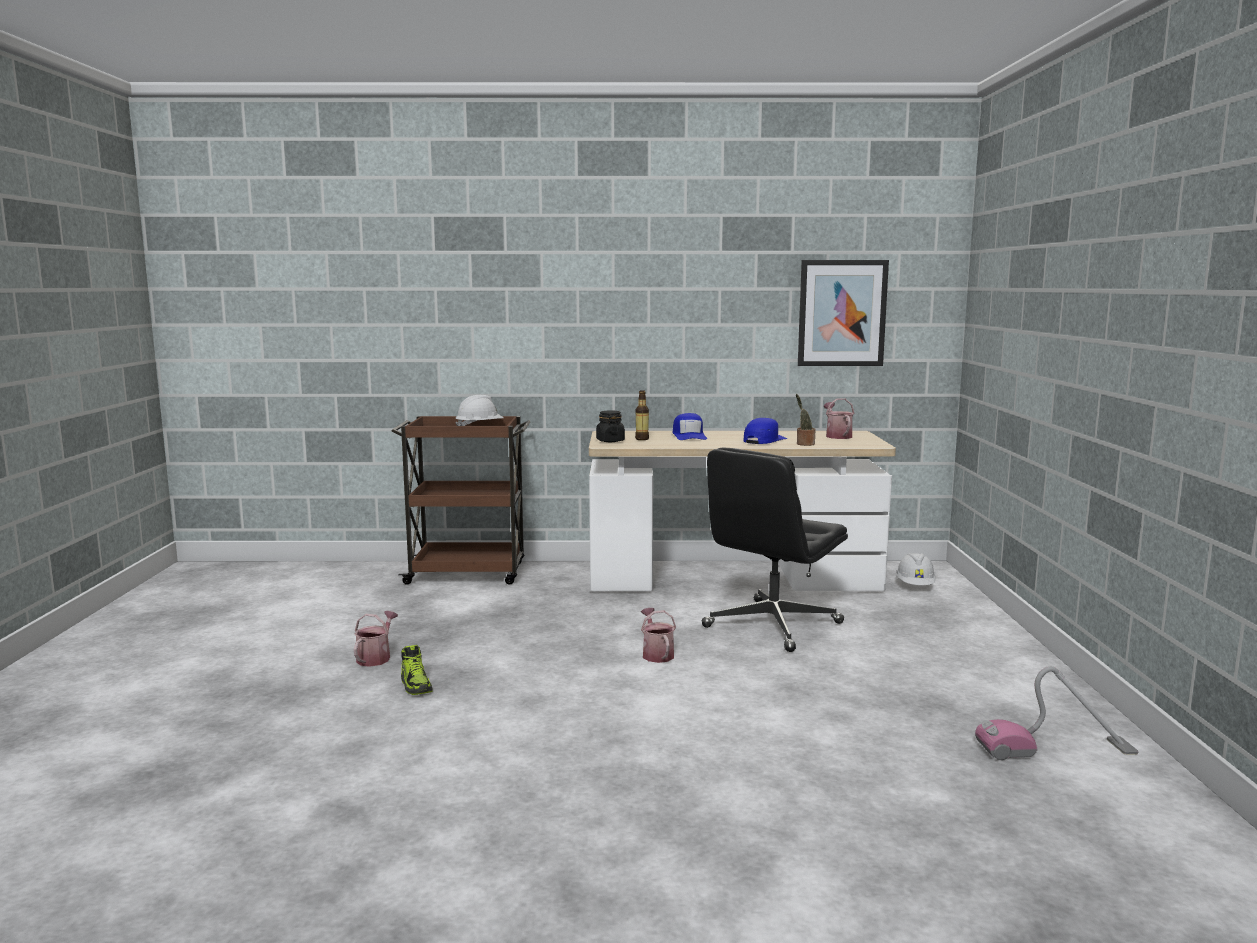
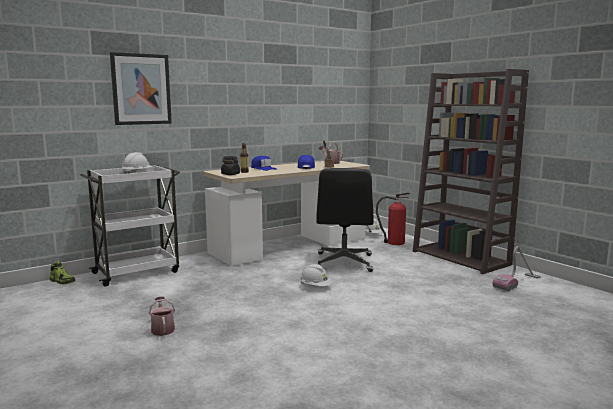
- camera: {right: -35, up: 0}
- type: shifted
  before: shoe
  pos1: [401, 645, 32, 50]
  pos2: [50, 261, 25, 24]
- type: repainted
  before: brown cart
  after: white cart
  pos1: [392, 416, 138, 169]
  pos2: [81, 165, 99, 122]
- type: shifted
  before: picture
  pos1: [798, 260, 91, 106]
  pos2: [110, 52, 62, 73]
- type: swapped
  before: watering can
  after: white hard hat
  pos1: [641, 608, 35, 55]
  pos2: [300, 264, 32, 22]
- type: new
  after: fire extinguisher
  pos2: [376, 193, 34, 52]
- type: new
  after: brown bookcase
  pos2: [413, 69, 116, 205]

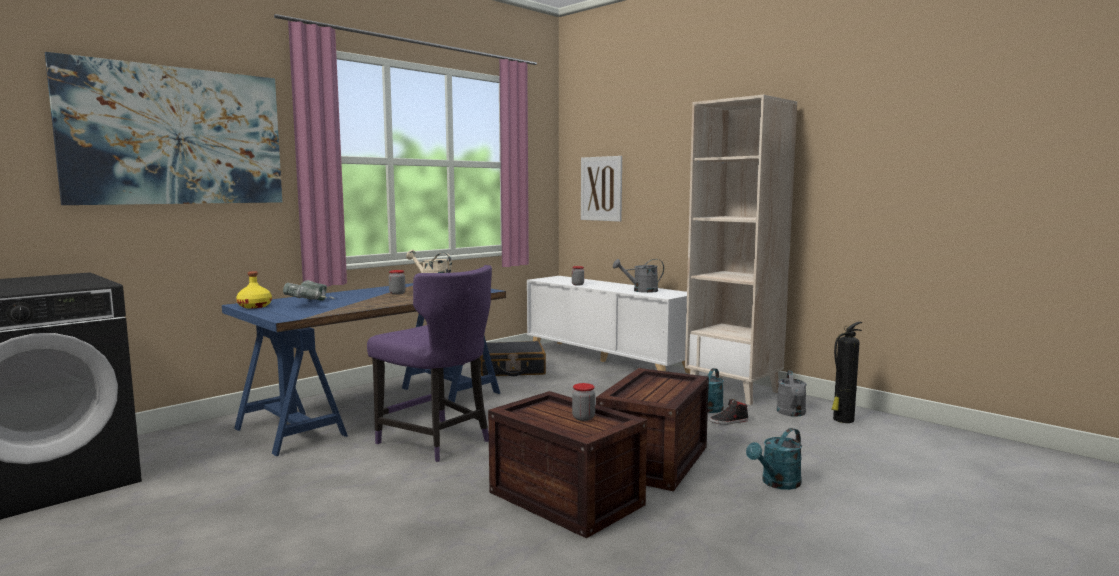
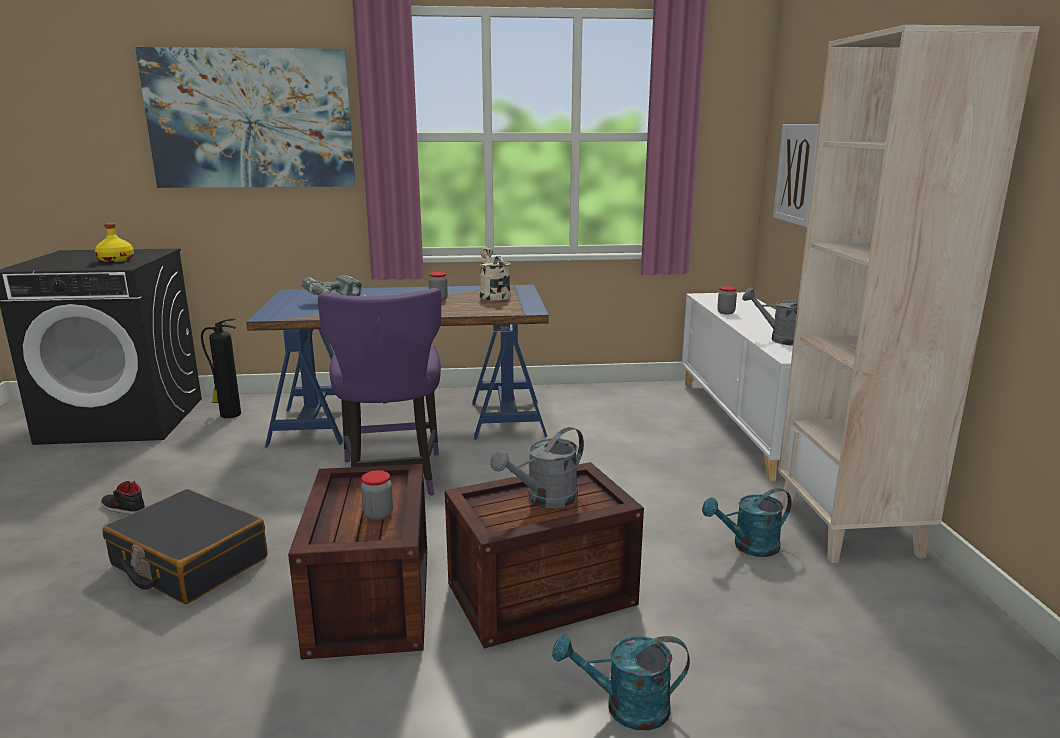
- camera: {right: 40, up: 10}
- type: shifted
  before: yellow bottle
  pos1: [236, 272, 36, 36]
  pos2: [95, 223, 39, 39]
- type: shifted
  before: black shoe
  pos1: [710, 399, 38, 26]
  pos2: [101, 481, 44, 34]
- type: shifted
  before: black suitcase
  pos1: [480, 341, 66, 35]
  pos2: [102, 489, 166, 115]
- type: shifted
  before: fire extinguisher
  pos1: [832, 322, 30, 101]
  pos2: [201, 319, 40, 99]
- type: shifted
  before: grey watering can
  pos1: [777, 371, 30, 46]
  pos2: [490, 427, 94, 81]

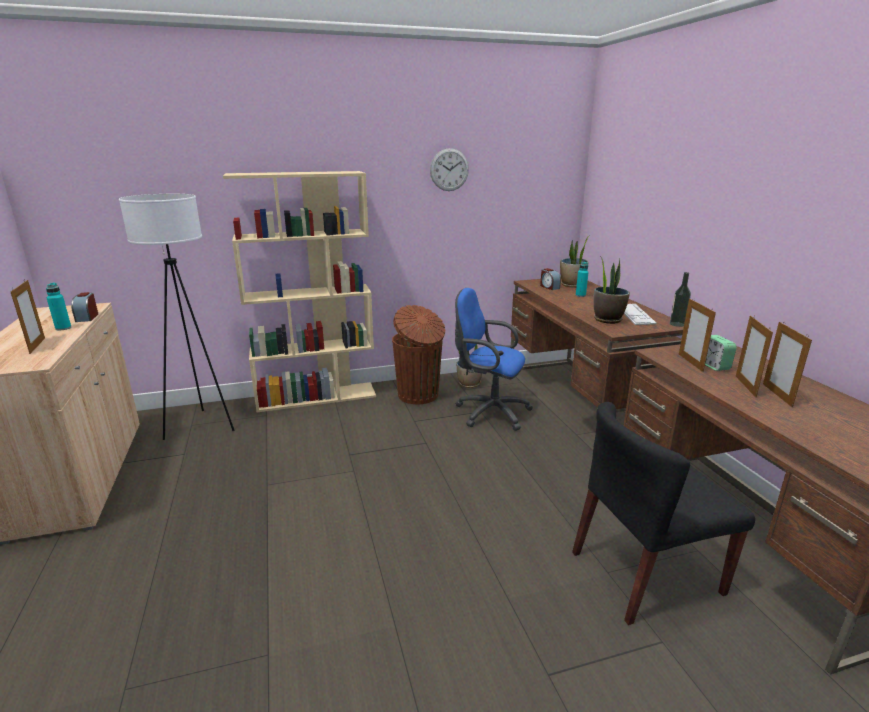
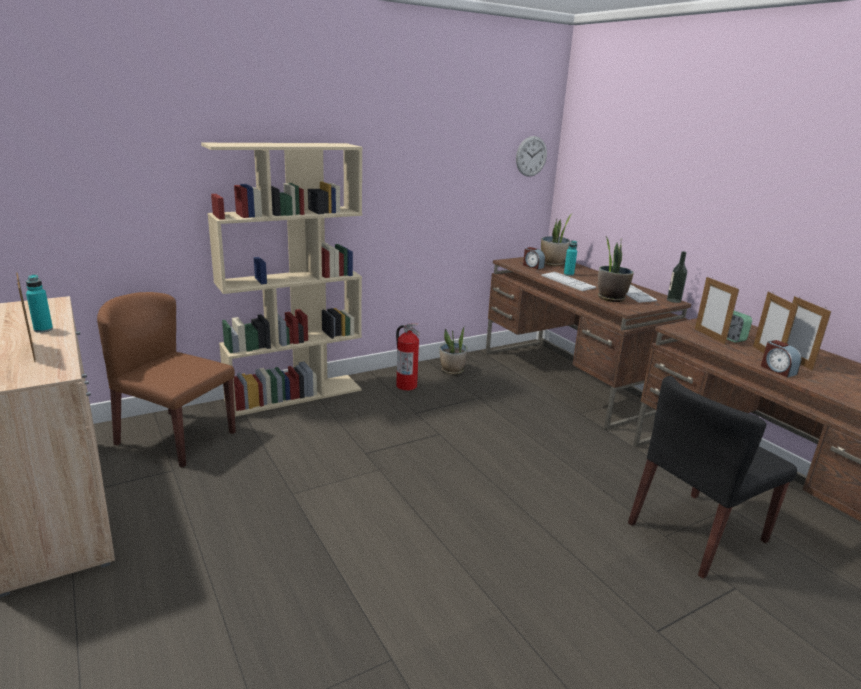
- camera: {right: -15, up: 0}
- type: swapped
  before: white floor lamp
  after: brown chair
  pos1: [119, 194, 115, 246]
  pos2: [97, 292, 139, 176]
- type: swapped
  before: brown trash can
  after: fire extinguisher
  pos1: [392, 305, 53, 99]
  pos2: [396, 324, 24, 66]
- type: shifted
  before: wall clock
  pos1: [430, 148, 39, 43]
  pos2: [516, 136, 31, 41]
- type: new
  after: keyboard
  pos2: [541, 272, 55, 19]
- type: shifted
  before: alarm clock
  pos1: [71, 292, 27, 30]
  pos2: [761, 340, 40, 38]
- type: gone
  before: blue office chair
  pos1: [455, 288, 78, 143]

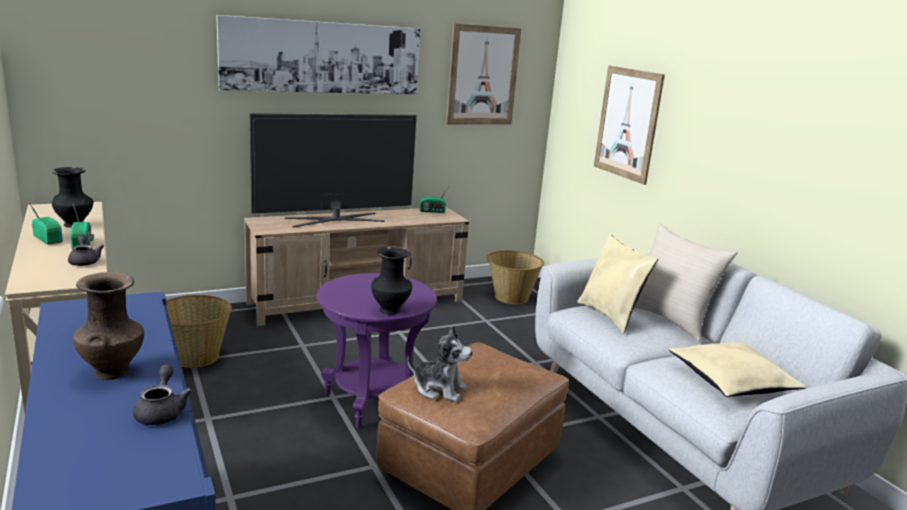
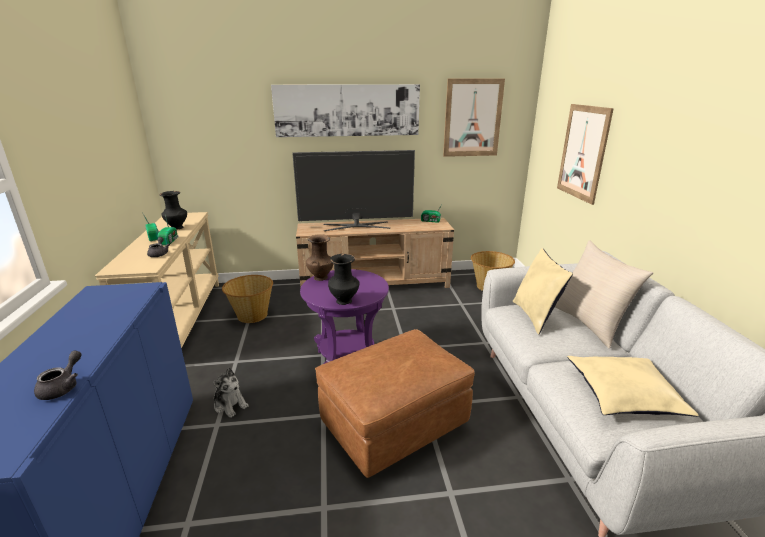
- camera: {right: 20, up: 5}
- type: shifted
  before: plush toy
  pos1: [408, 326, 64, 76]
  pos2: [213, 367, 36, 51]
- type: shifted
  before: brown vase
  pos1: [73, 272, 71, 108]
  pos2: [306, 234, 27, 47]

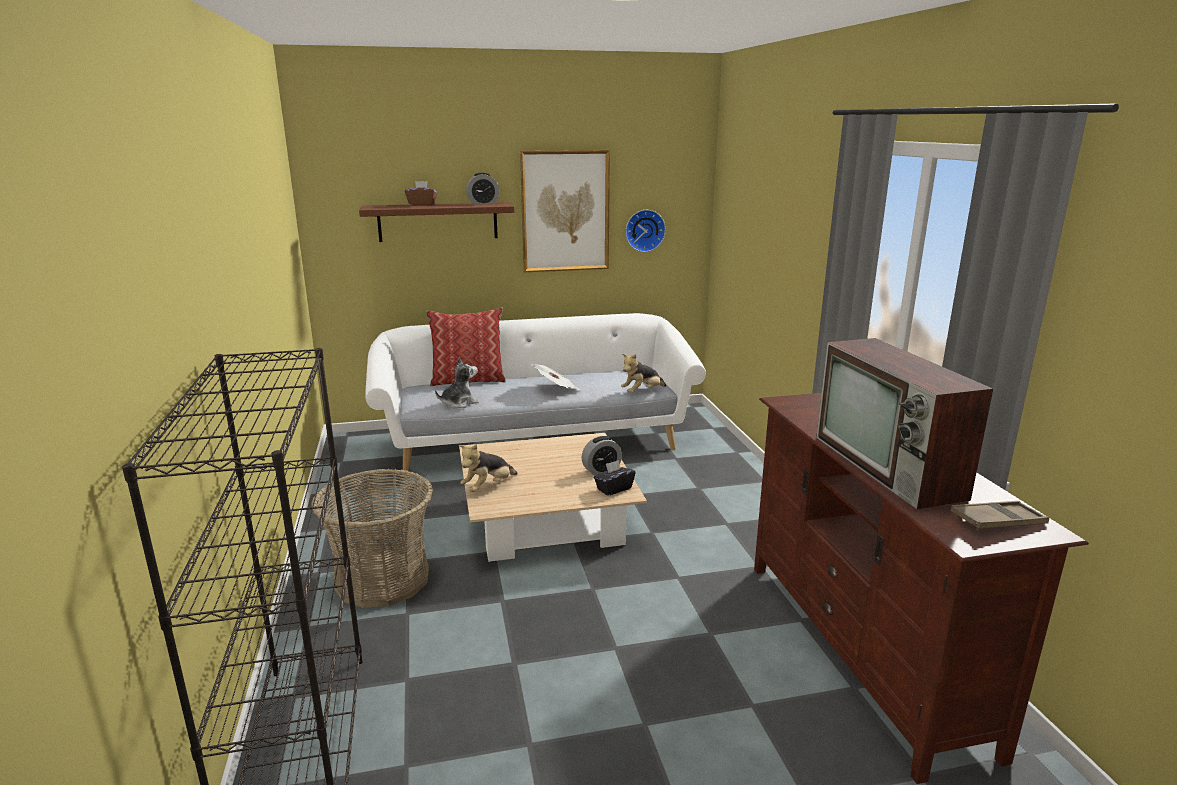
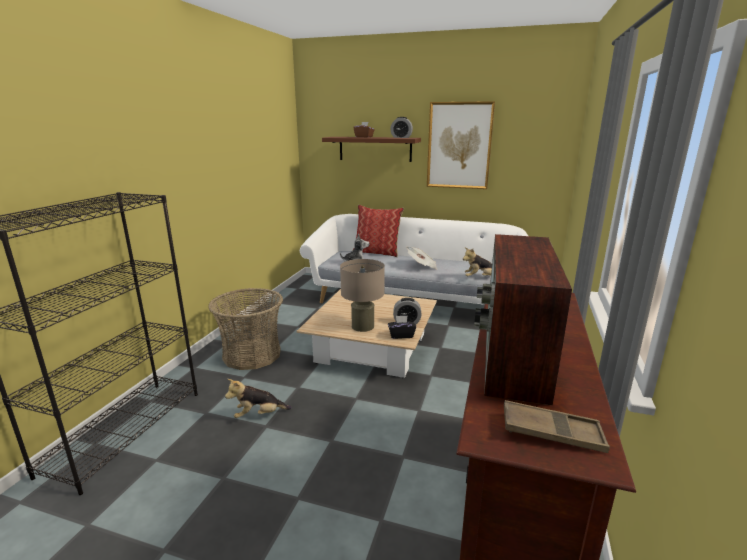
- camera: {right: 30, up: 0}
- type: shifted
  before: plush toy
  pos1: [459, 444, 59, 48]
  pos2: [225, 379, 67, 39]
- type: new
  after: beige table lamp
  pos2: [340, 259, 45, 73]
- type: gone
  before: wall clock
  pos1: [625, 210, 41, 42]

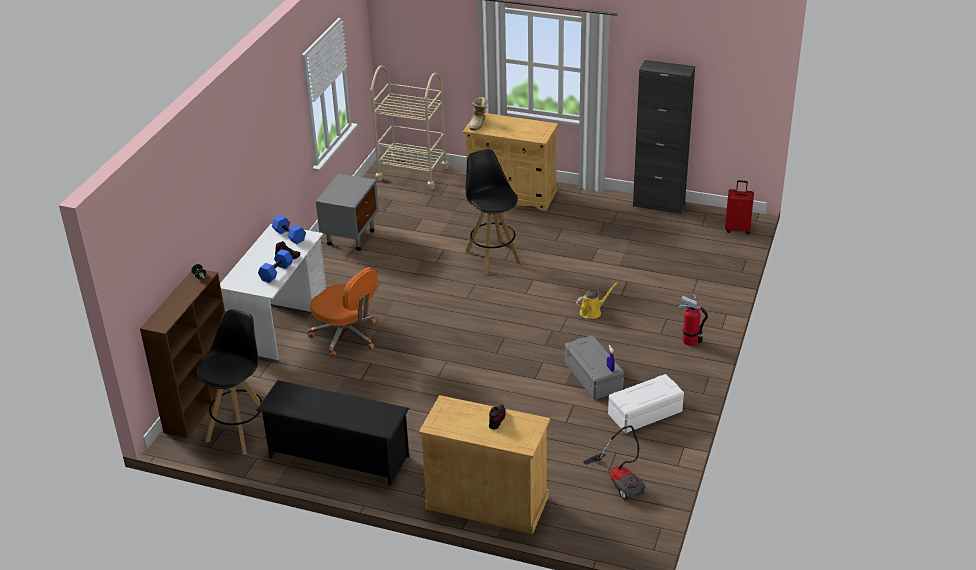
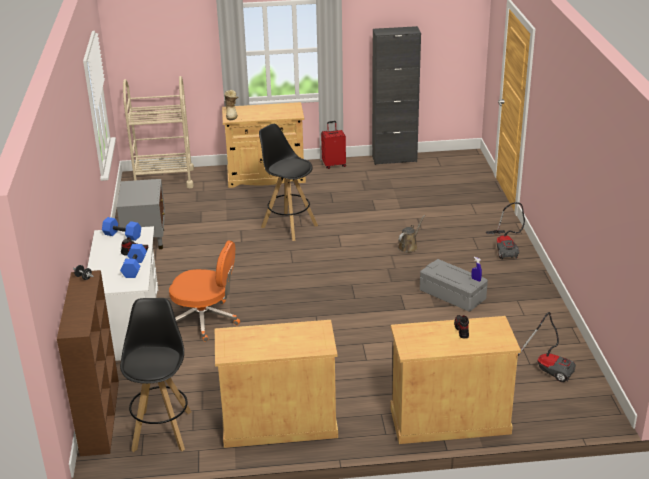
- camera: {right: -25, up: -5}
- type: swapped
  before: black shoe rack
  after: beige cabinet
  pos1: [256, 380, 153, 106]
  pos2: [215, 320, 123, 128]
- type: shifted
  before: red suitcase
  pos1: [725, 180, 29, 55]
  pos2: [321, 121, 25, 48]
- type: repainted
  before: yellow watering can
  after: brown watering can
  pos1: [576, 282, 42, 37]
  pos2: [398, 215, 27, 38]
- type: swapped
  before: fire extinguisher
  after: vacuum cleaner
  pos1: [678, 293, 30, 53]
  pos2: [486, 202, 39, 57]
- type: gone
  before: white storage box
  pos1: [608, 374, 76, 59]

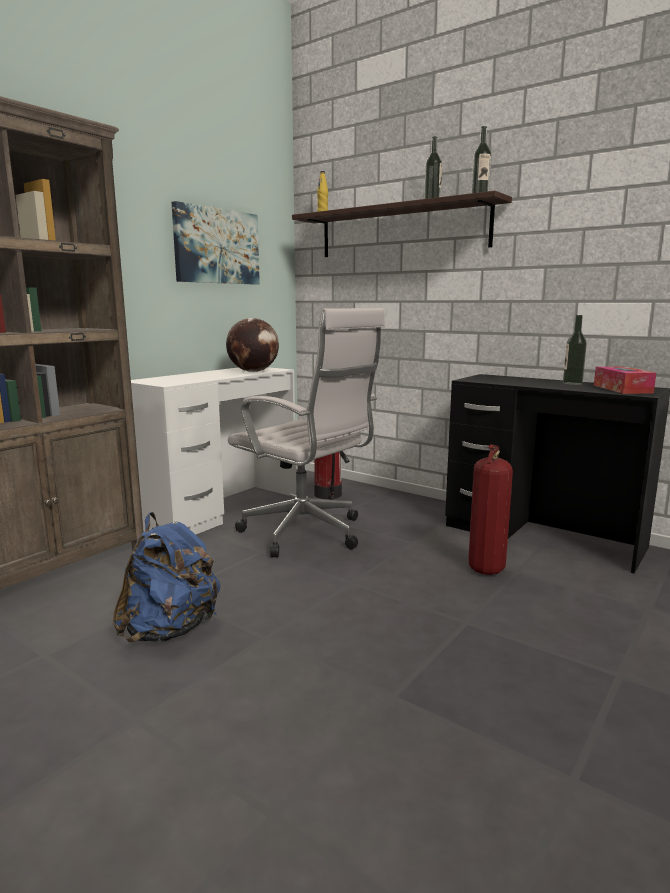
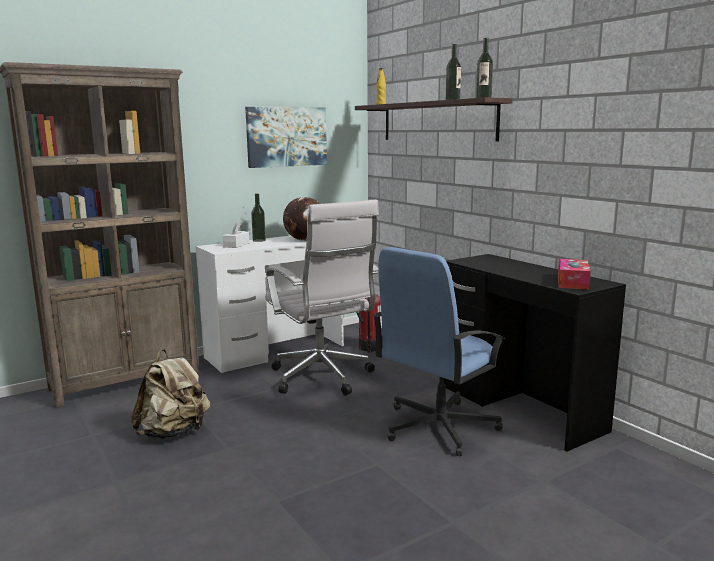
- camera: {right: 20, up: 0}
- type: repainted
  before: blue backpack
  after: beige backpack
  pos1: [113, 512, 107, 130]
  pos2: [131, 349, 79, 90]
- type: new
  after: white tissue box
  pos2: [223, 222, 26, 26]
- type: shifted
  before: bottle
  pos1: [563, 315, 24, 70]
  pos2: [251, 193, 15, 49]
- type: swapped
  before: fire extinguisher
  after: blue office chair
  pos1: [468, 445, 45, 130]
  pos2: [373, 247, 132, 209]

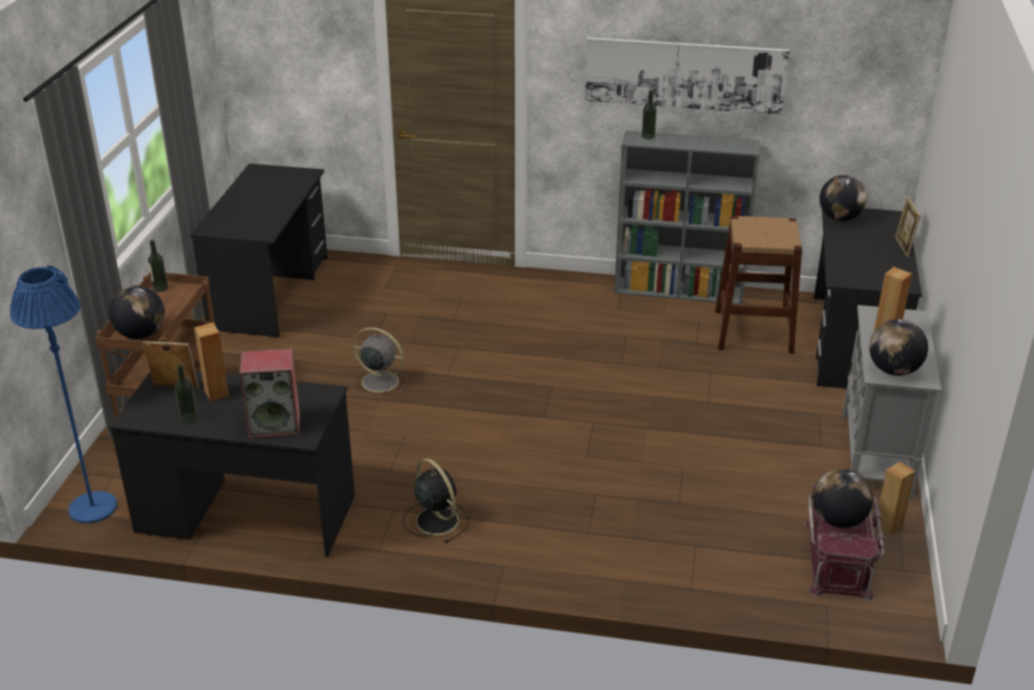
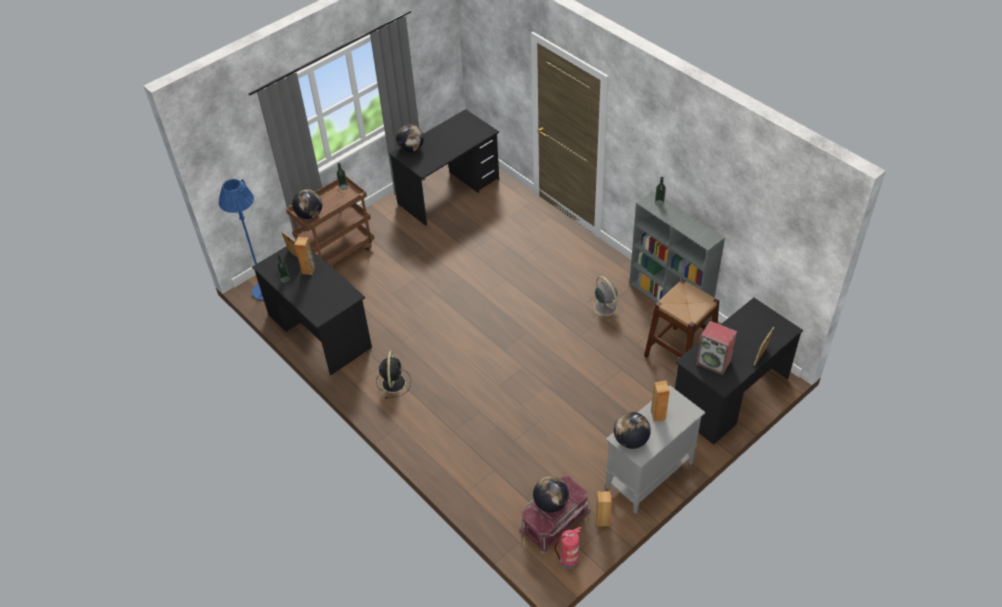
- camera: {right: 40, up: 15}
- type: shifted
  before: globe
  pos1: [820, 175, 47, 46]
  pos2: [396, 124, 28, 28]
- type: new
  after: fire extinguisher
  pos2: [554, 527, 28, 42]
- type: shifted
  before: grey fan
  pos1: [351, 327, 57, 69]
  pos2: [587, 276, 36, 45]
- type: shifted
  before: speaker
  pos1: [239, 349, 61, 90]
  pos2: [696, 321, 41, 54]
- type: gone
  before: picture
  pos1: [585, 37, 205, 78]

